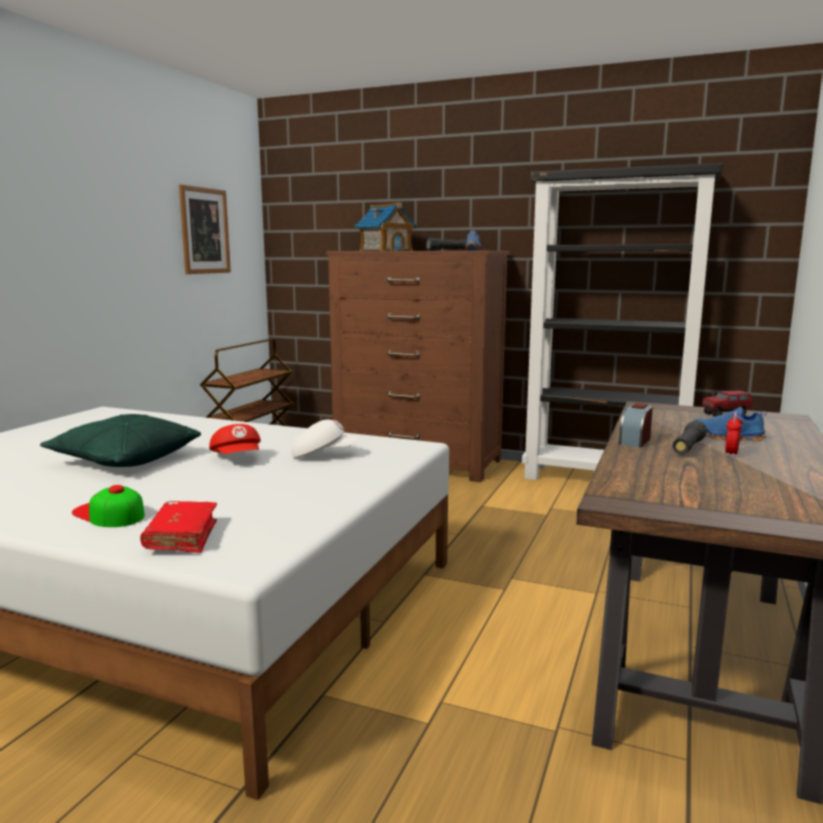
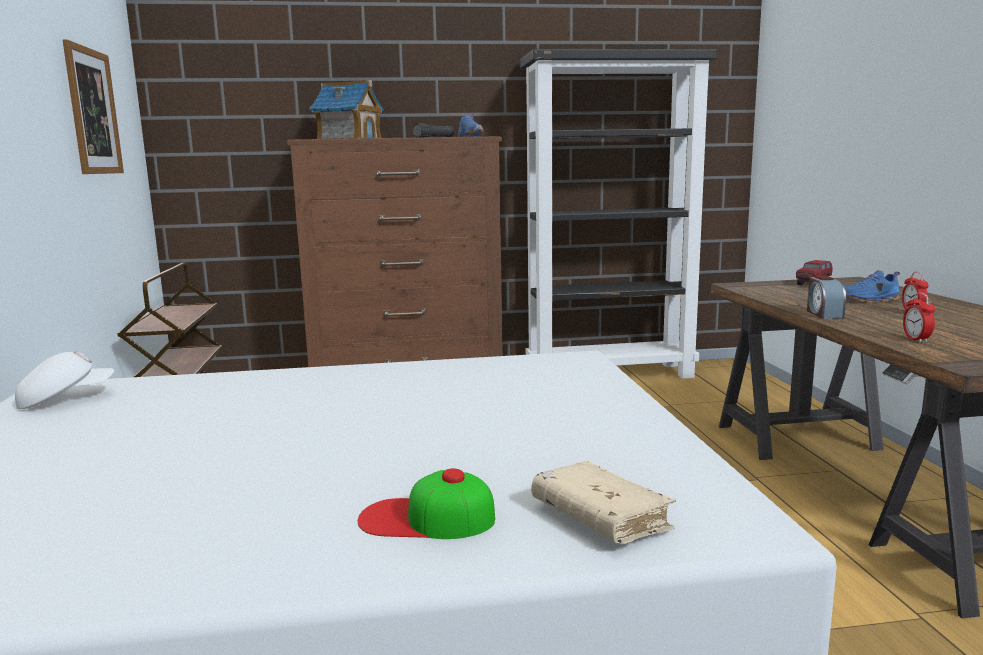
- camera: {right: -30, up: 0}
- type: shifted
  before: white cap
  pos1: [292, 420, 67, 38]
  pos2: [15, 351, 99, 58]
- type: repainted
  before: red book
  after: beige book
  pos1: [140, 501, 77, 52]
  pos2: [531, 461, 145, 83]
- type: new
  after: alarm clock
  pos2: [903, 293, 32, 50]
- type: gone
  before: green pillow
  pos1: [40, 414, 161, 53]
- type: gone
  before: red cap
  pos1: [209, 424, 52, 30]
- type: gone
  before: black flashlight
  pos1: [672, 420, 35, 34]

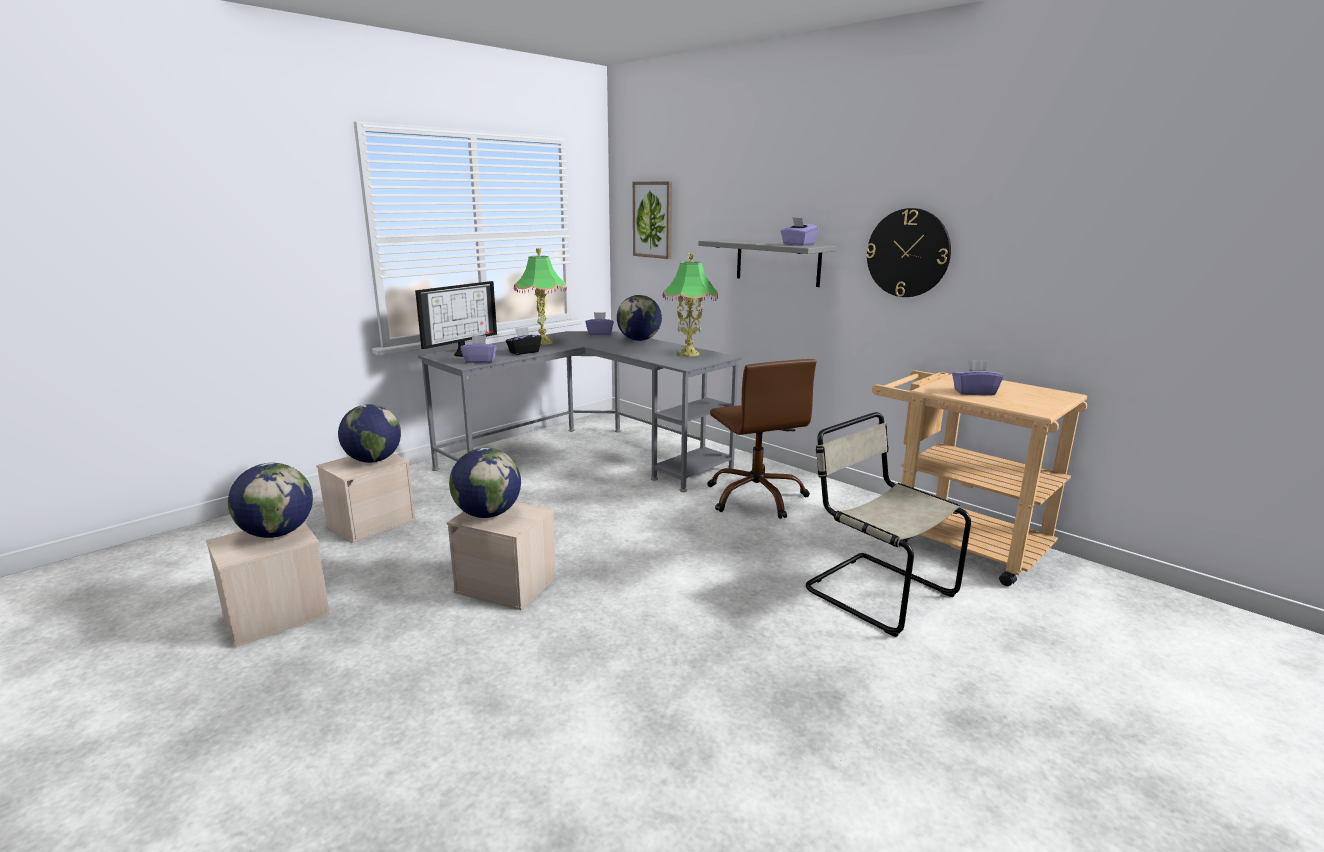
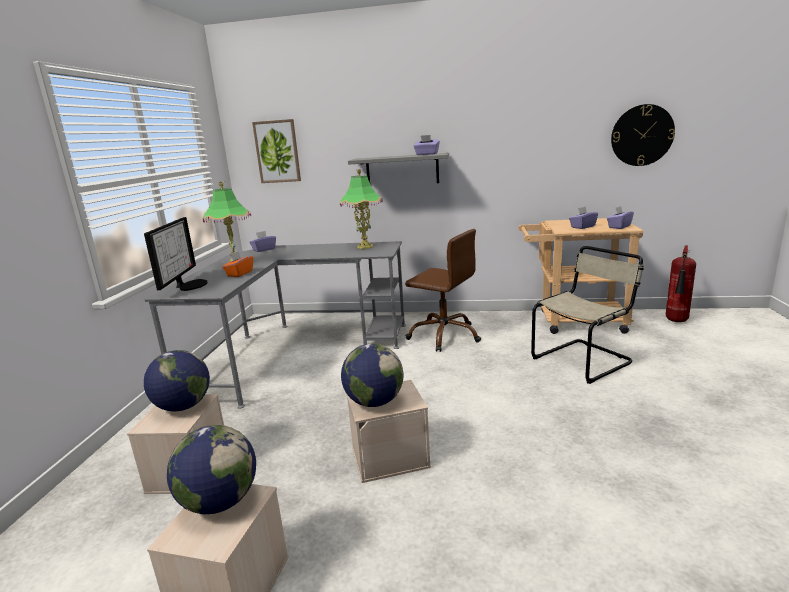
- camera: {right: -35, up: 0}
- type: repainted
  before: black tissue box
  after: orange tissue box
  pos1: [506, 327, 36, 28]
  pos2: [223, 251, 30, 26]
- type: rotated
  before: beige chair
  pos1: [806, 412, 165, 225]
  pos2: [531, 246, 113, 138]
  turn: 135
- type: shifted
  before: purple tissue box
  pos1: [460, 335, 37, 28]
  pos2: [607, 206, 27, 23]
- type: shifted
  before: wall clock
  pos1: [866, 208, 85, 89]
  pos2: [611, 104, 64, 62]
- type: new
  after: fire extinguisher
  pos2: [666, 245, 30, 77]
- type: gone
  before: globe
  pos1: [617, 295, 45, 46]

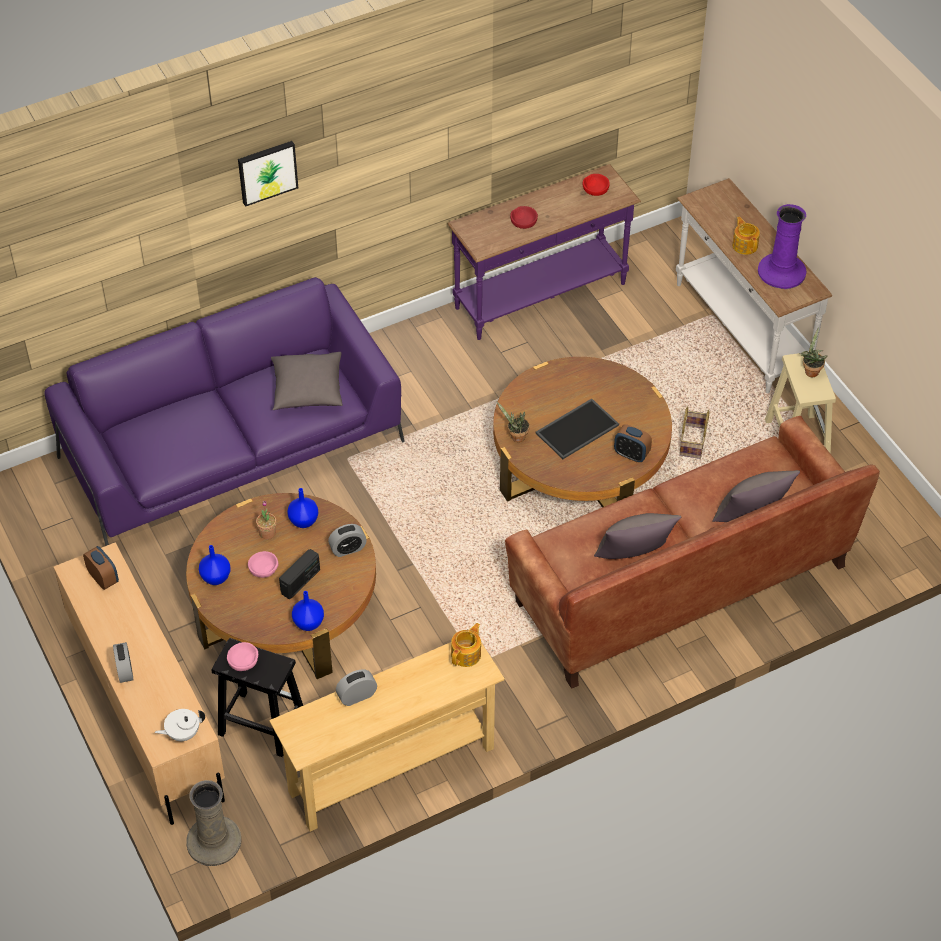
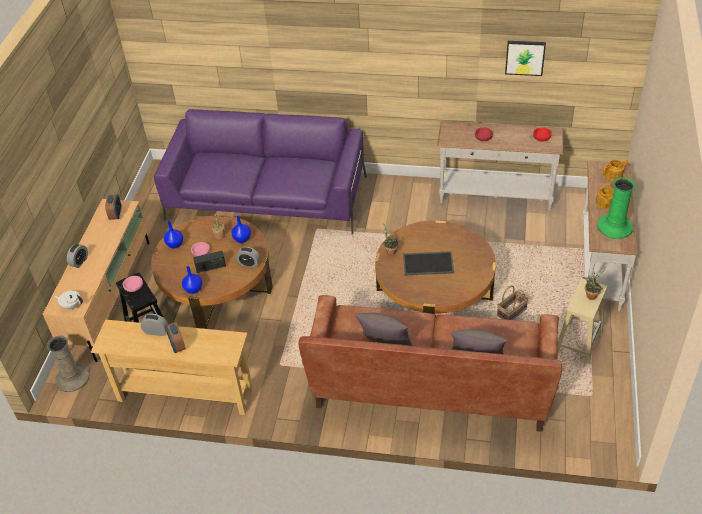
- camera: {right: 40, up: -5}
- type: shifted
  before: alarm clock
  pos1: [614, 424, 38, 38]
  pos2: [165, 322, 21, 31]
- type: repainted
  before: purple console table
  after: white console table
  pos1: [448, 164, 193, 176]
  pos2: [437, 121, 127, 90]
- type: shifted
  before: picture
  pos1: [238, 141, 60, 66]
  pos2: [505, 41, 41, 35]
- type: repainted
  before: purple vase
  after: green vase
  pos1: [758, 204, 48, 85]
  pos2: [597, 177, 38, 62]
- type: shifted
  before: teapot
  pos1: [451, 623, 30, 44]
  pos2: [603, 160, 26, 21]
- type: gone
  before: grey pillow
  pos1: [271, 352, 72, 58]

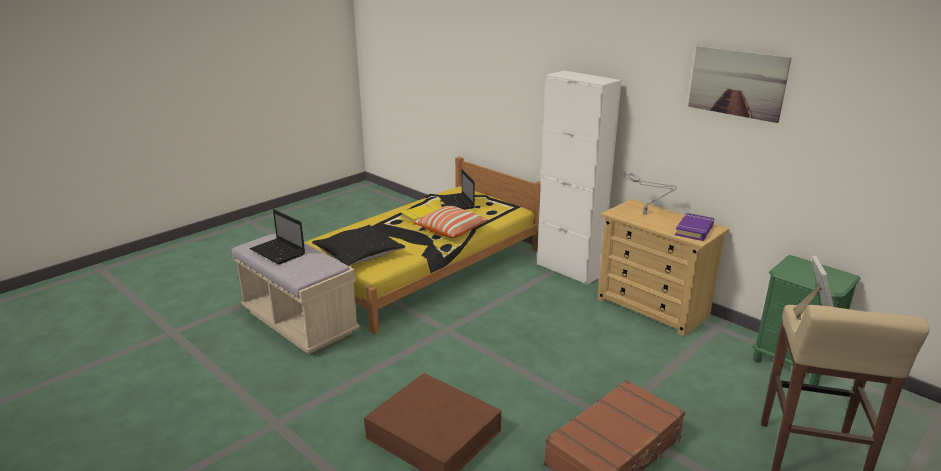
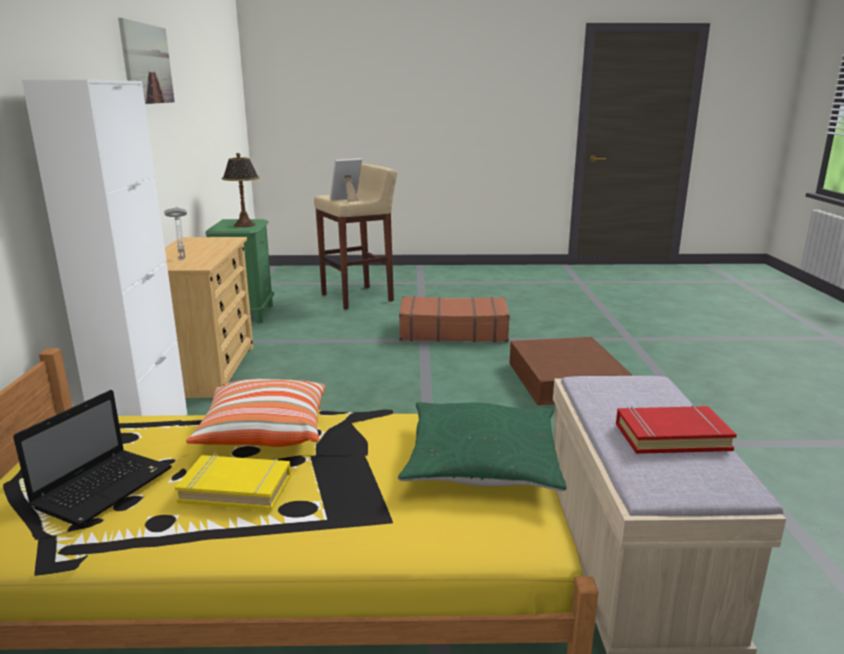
- camera: {right: -135, up: -5}
- type: new
  after: table lamp
  pos2: [222, 153, 37, 74]
- type: repainted
  before: black pillow
  after: green pillow
  pos1: [312, 225, 93, 41]
  pos2: [398, 402, 169, 89]
- type: swapped
  before: laptop
  after: red book
  pos1: [250, 209, 55, 55]
  pos2: [616, 405, 121, 49]
- type: gone
  before: purple book
  pos1: [675, 213, 39, 28]

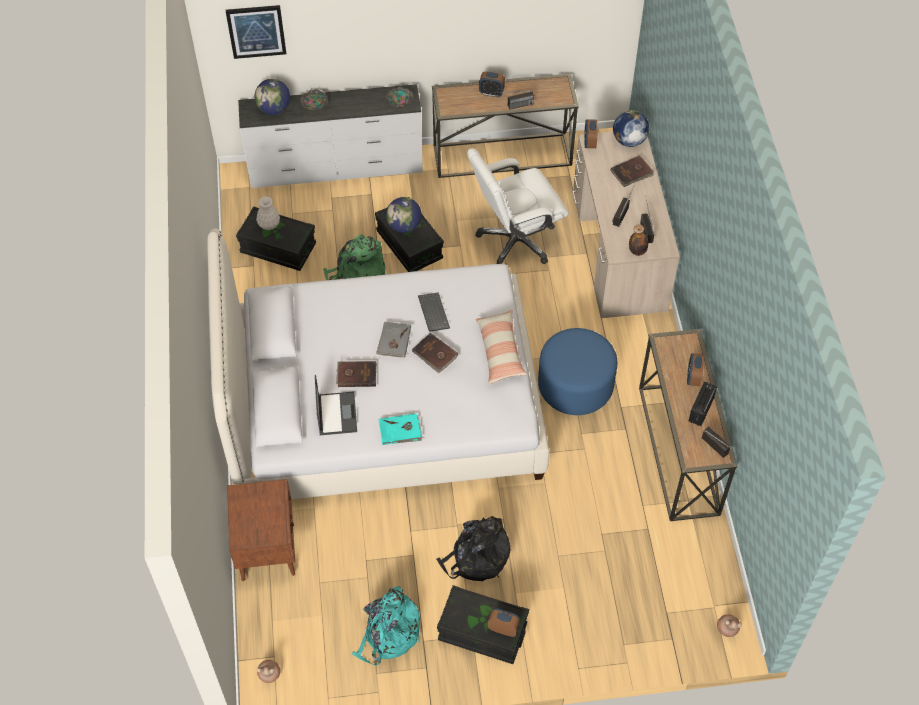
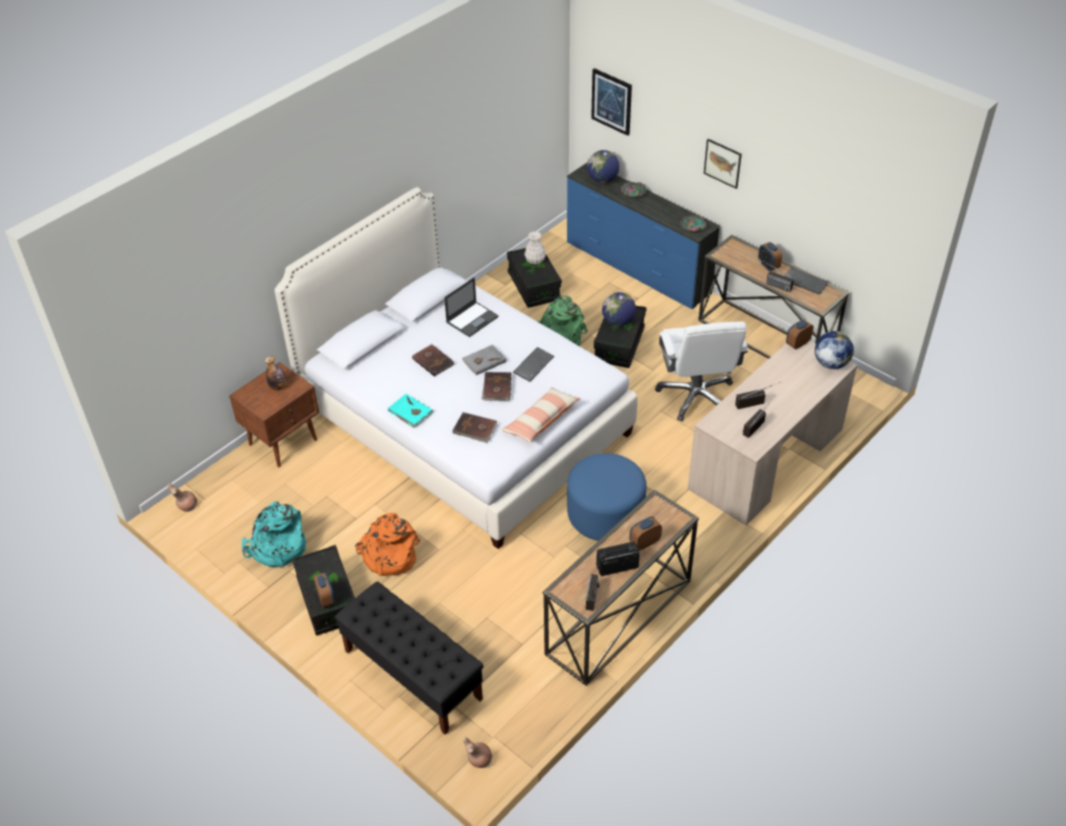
- camera: {right: 50, up: -10}
- type: shifted
  before: bottle
  pos1: [629, 225, 19, 31]
  pos2: [265, 356, 21, 34]
- type: new
  after: black bench
  pos2: [335, 581, 148, 154]
- type: repainted
  before: black backpack
  after: orange backpack
  pos1: [436, 516, 74, 65]
  pos2: [355, 513, 65, 63]
- type: shifted
  before: laptop
  pos1: [315, 375, 42, 60]
  pos2: [444, 277, 55, 60]
- type: shifted
  before: brown book
  pos1: [611, 155, 43, 32]
  pos2: [452, 412, 45, 31]
- type: repainted
  before: white dresser
  after: blue dresser
  pos1: [238, 84, 185, 104]
  pos2: [567, 162, 153, 147]
- type: rotated
  before: white office chair
  pos1: [467, 148, 102, 116]
  pos2: [655, 321, 93, 100]
  turn: -120
- type: new
  after: picture
  pos2: [704, 139, 38, 50]
- type: new
  after: keyboard
  pos2: [785, 268, 43, 27]

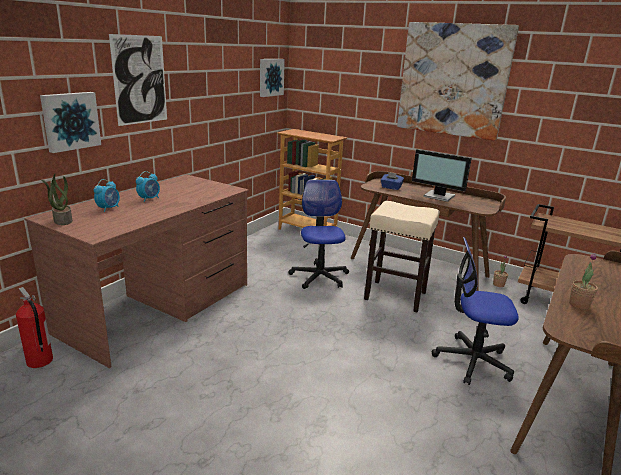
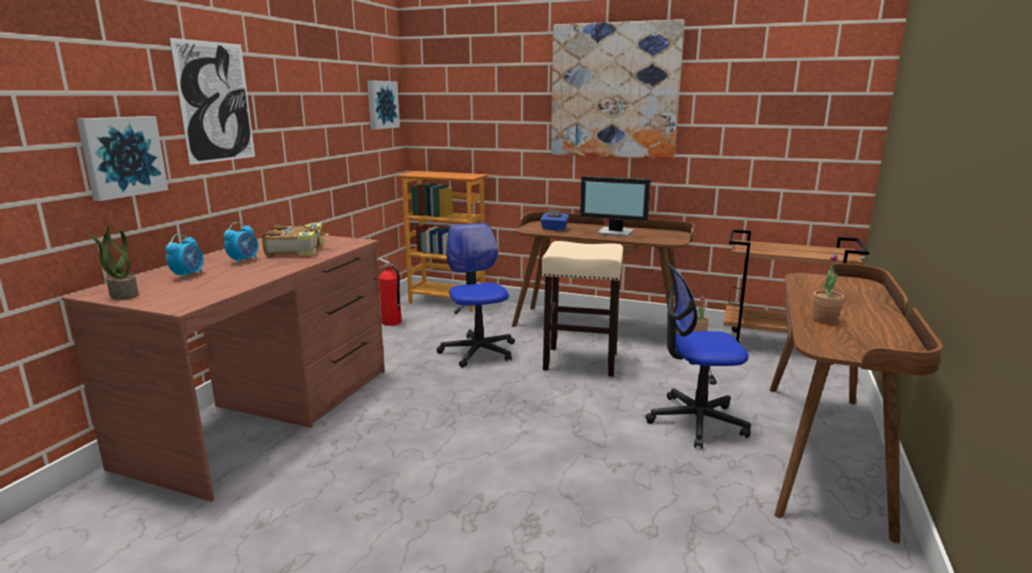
- camera: {right: -10, up: -5}
- type: new
  after: book
  pos2: [262, 223, 67, 33]
- type: shifted
  before: fire extinguisher
  pos1: [16, 287, 37, 81]
  pos2: [378, 258, 24, 68]

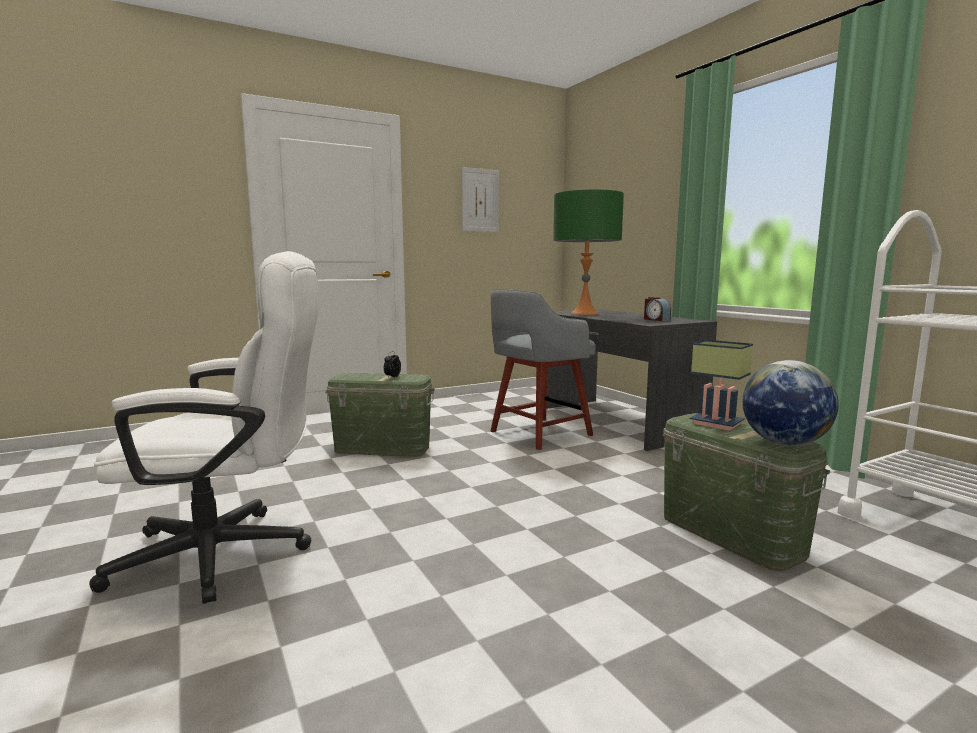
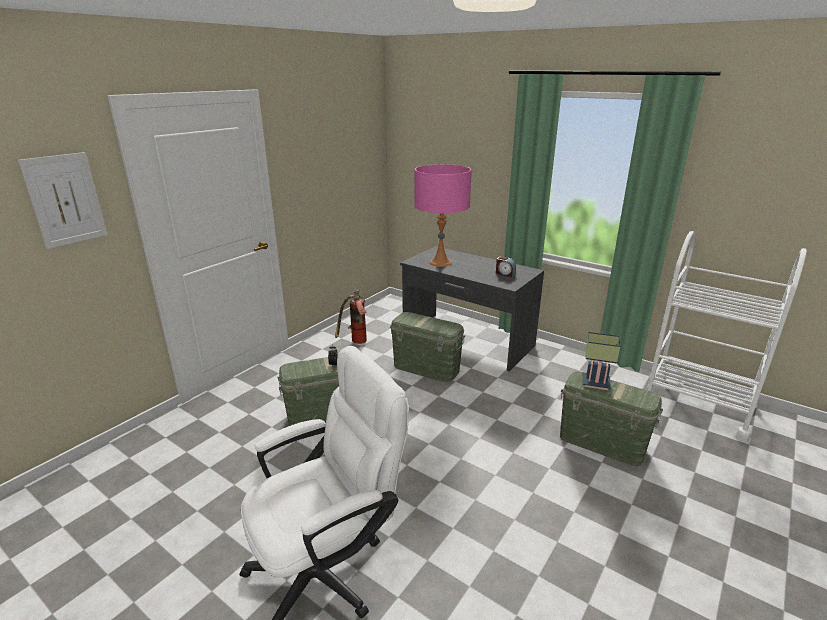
- camera: {right: -25, up: 15}
- type: shifted
  before: picture
  pos1: [462, 167, 37, 65]
  pos2: [18, 152, 90, 97]
- type: new
  after: fire extinguisher
  pos2: [335, 290, 32, 54]
- type: swapped
  before: grey stool
  after: green storage box
  pos1: [491, 289, 105, 161]
  pos2: [390, 312, 75, 71]
- type: repainted
  before: green table lamp
  after: pink table lamp
  pos1: [553, 190, 71, 125]
  pos2: [414, 164, 58, 103]
- type: gone
  before: globe
  pos1: [742, 360, 97, 86]

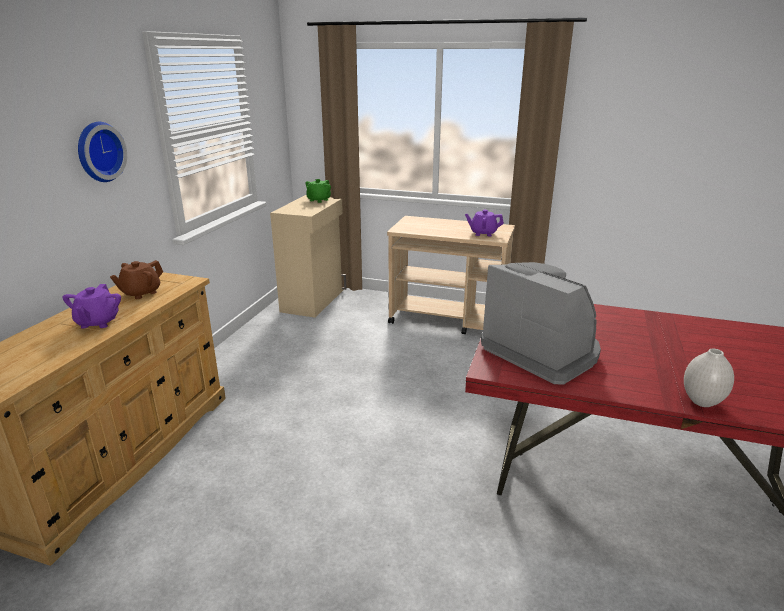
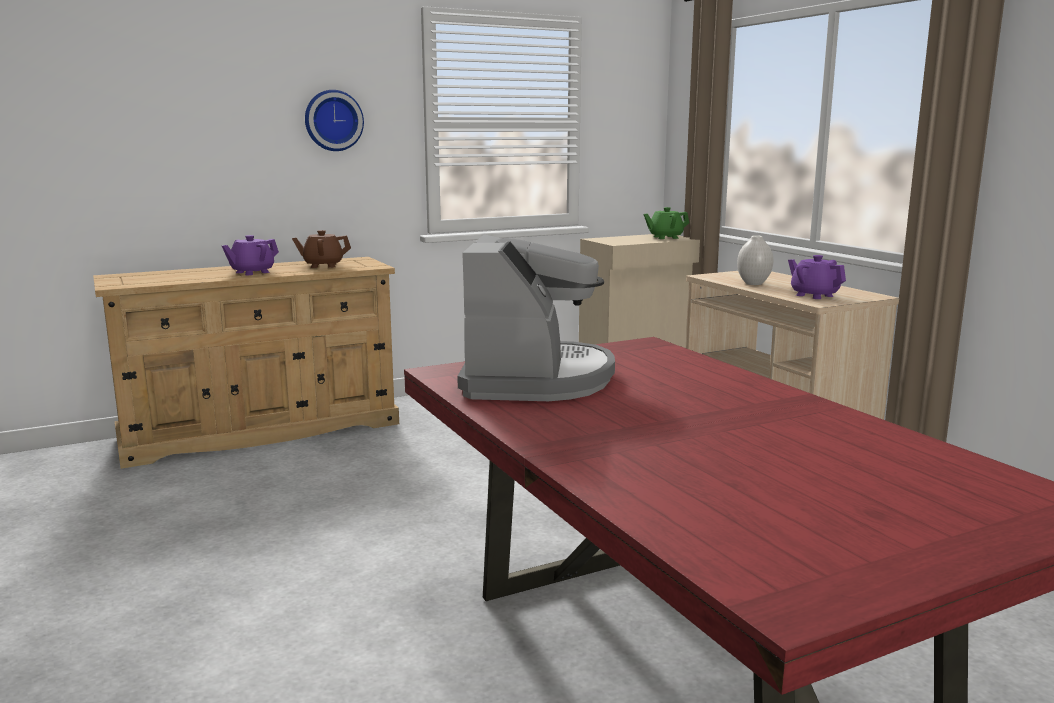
- camera: {right: 45, up: -10}
- type: shifted
  before: white vase
  pos1: [684, 348, 50, 59]
  pos2: [737, 235, 36, 50]

